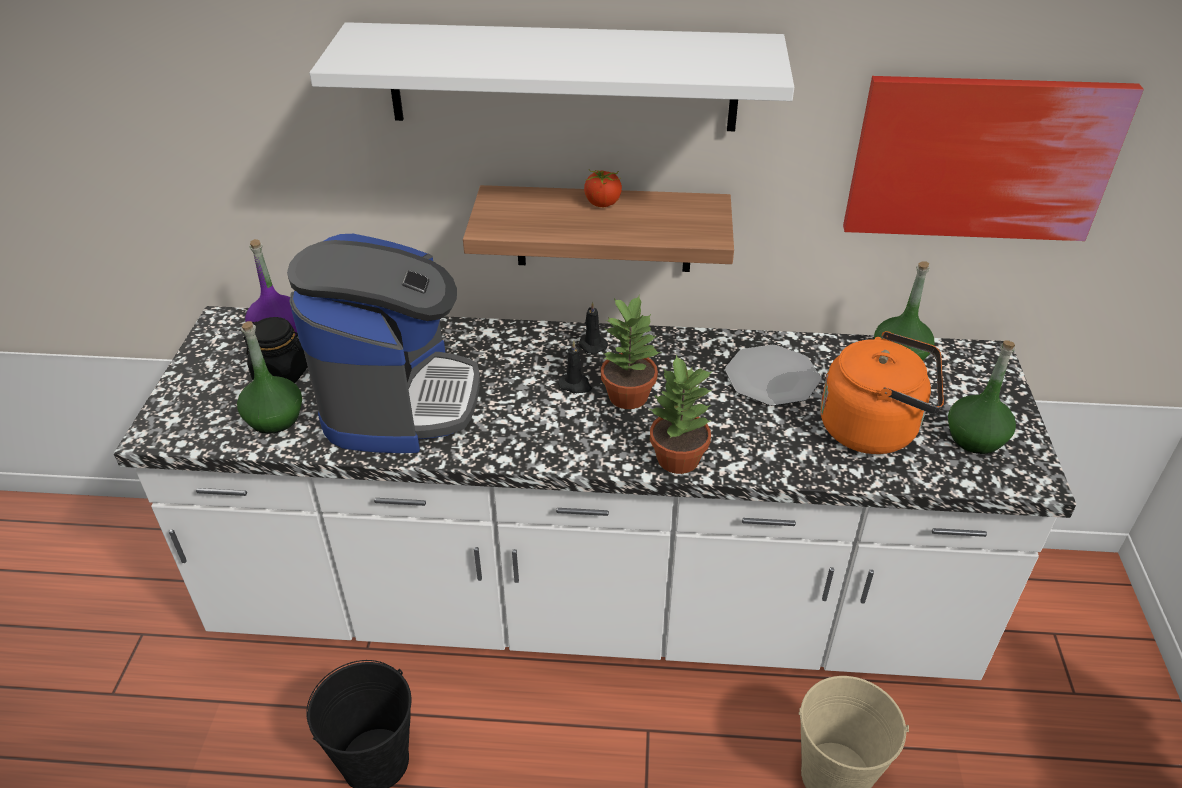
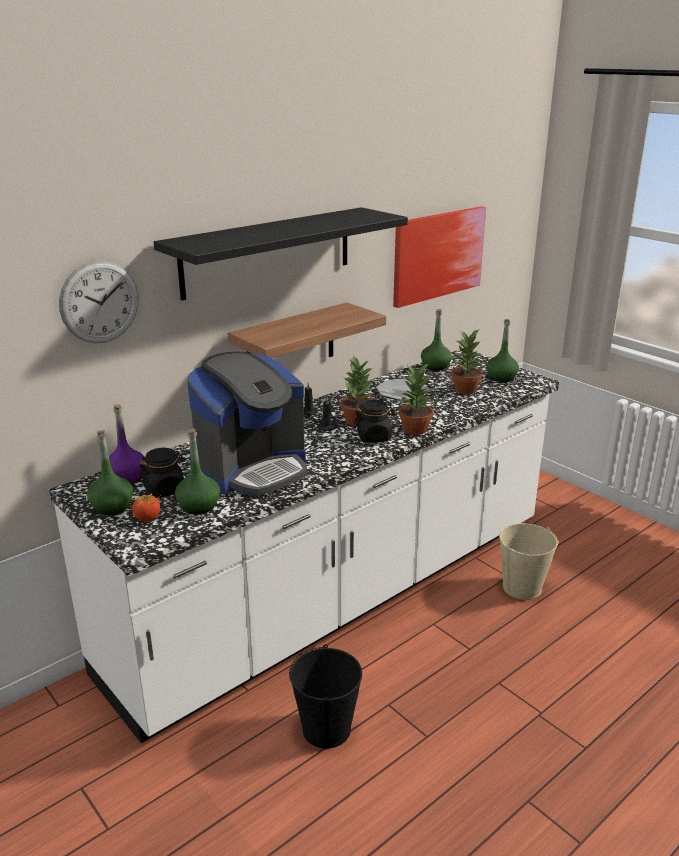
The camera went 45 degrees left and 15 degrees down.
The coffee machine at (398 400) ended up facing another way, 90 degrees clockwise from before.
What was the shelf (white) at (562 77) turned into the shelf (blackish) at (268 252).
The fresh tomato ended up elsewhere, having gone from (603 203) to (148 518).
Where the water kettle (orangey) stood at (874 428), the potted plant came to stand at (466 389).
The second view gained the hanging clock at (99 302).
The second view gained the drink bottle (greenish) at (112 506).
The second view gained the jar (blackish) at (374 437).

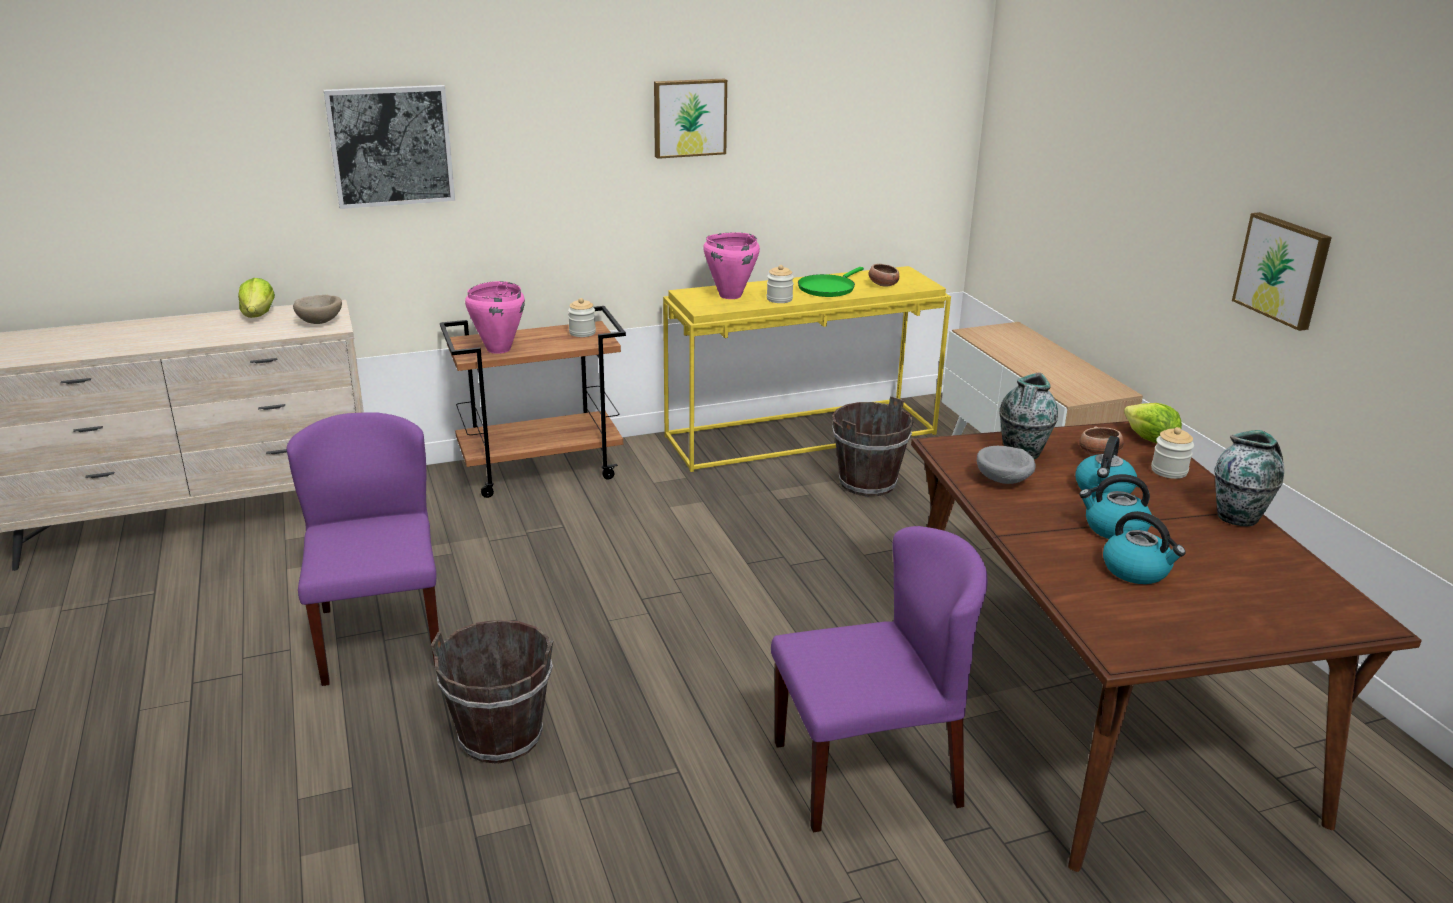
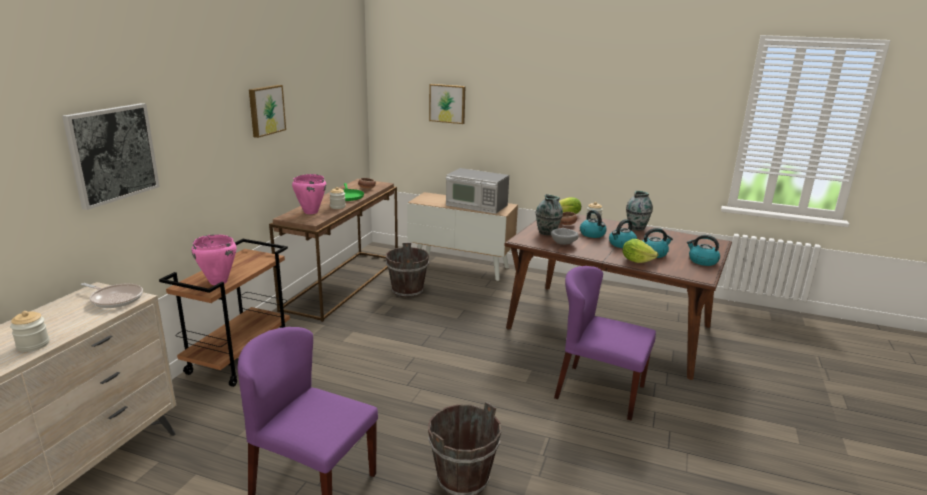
The camera went 50 degrees left and 5 degrees down.
The lettuce head ended up elsewhere, having gone from (259 315) to (636 261).
Where the serving bowl (beige-coloured) stood at (320 321), the skillet came to stand at (115 299).
The jar ended up elsewhere, having gone from (582 333) to (33 345).
What was the hall table (yellow) at (802 434) turned into the hall table (brown) at (343 283).
The upright chair (purple) at (867 772) ended up facing another way, 90 degrees counterclockwise from before.
The wall art ended up elsewhere, having gone from (1283 270) to (447 103).
The second view gained the microwave oven at (476 205).
The second view gained the water kettle at (702 261).

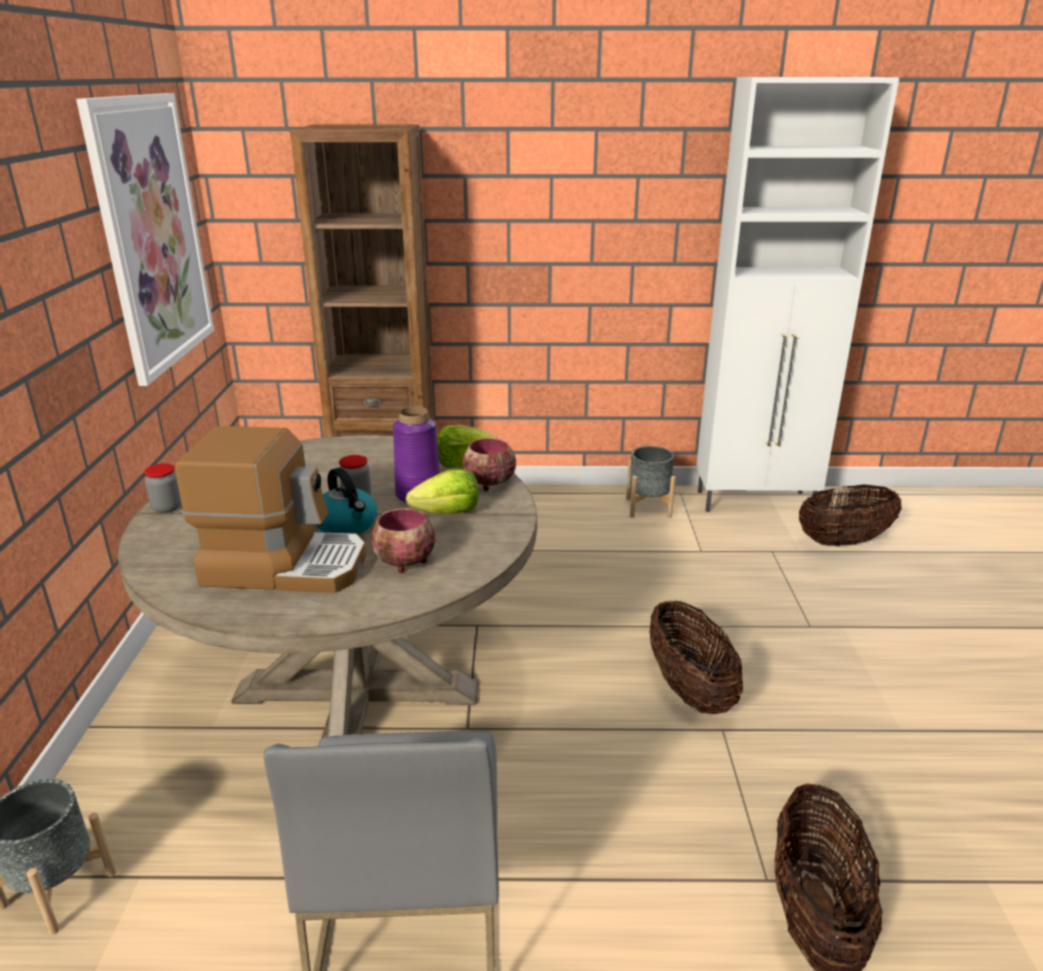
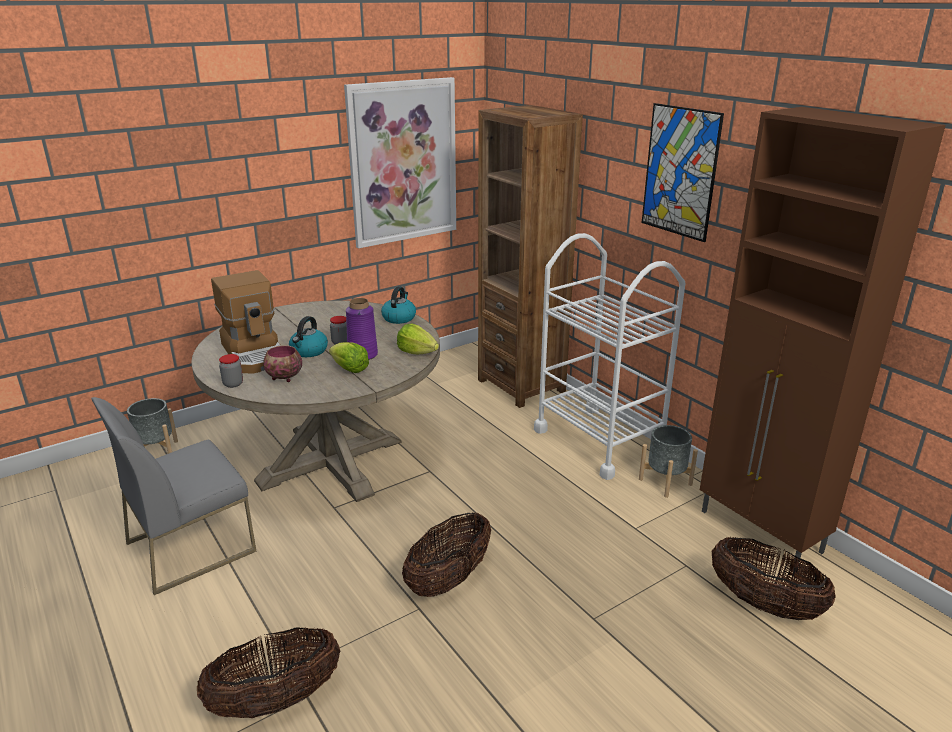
The camera went 55 degrees right and 0 degrees up.
The jar ended up elsewhere, having gone from (167 507) to (233 384).
The second view lost the serving bowl at (488 483).
What was the cabinet (white) at (756 502) turned into the cabinet (brown) at (761 532).
The second view gained the water kettle at (399 318).
The second view gained the cart (white) at (599 441).
The second view gained the wall art at (680 172).

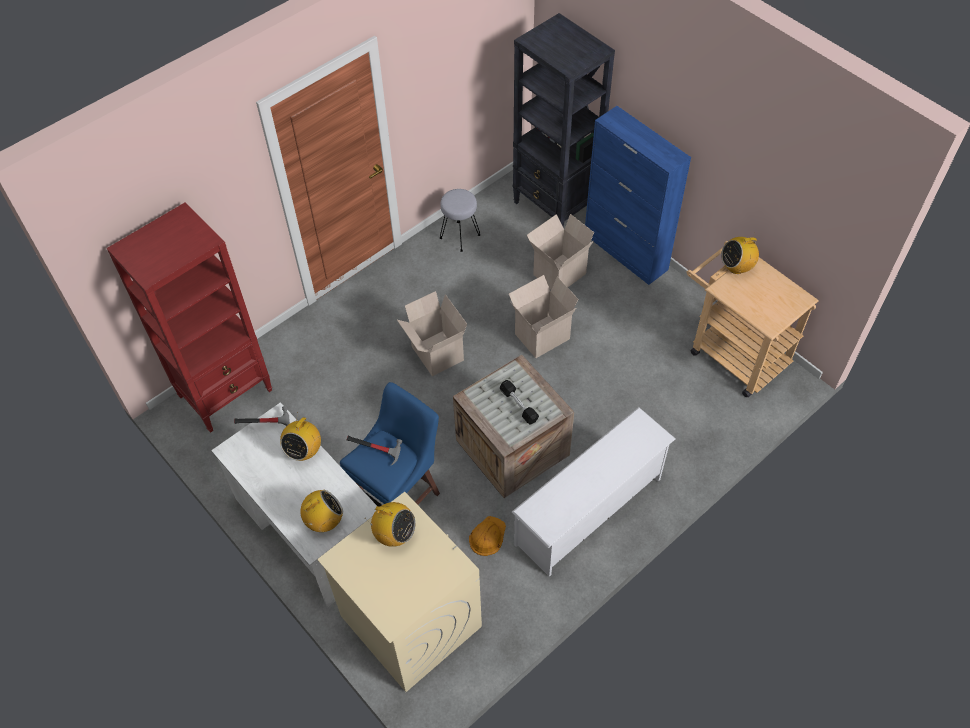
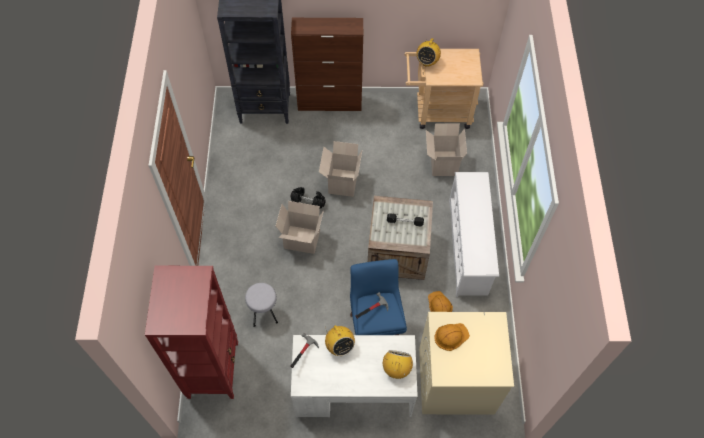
The camera went 50 degrees left and 5 degrees up.
Where the radio set stood at (394 534), the work helmet (orangey) came to stand at (451 336).
The sitting stool (grey) ended up elsewhere, having gone from (460 236) to (264 313).
The carton ended up elsewhere, having gone from (559 273) to (442 163).
What was the cabinet (blue-coloured) at (625 252) turned into the cabinet (brown) at (330 103).
The second view gained the hand weight (blackish) at (308 202).

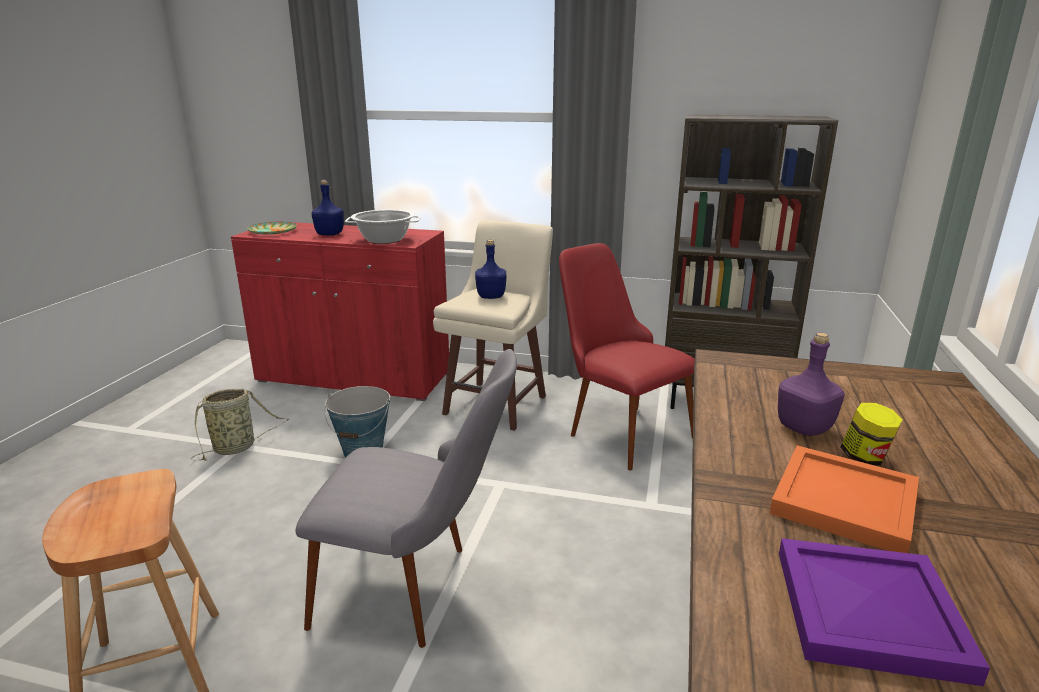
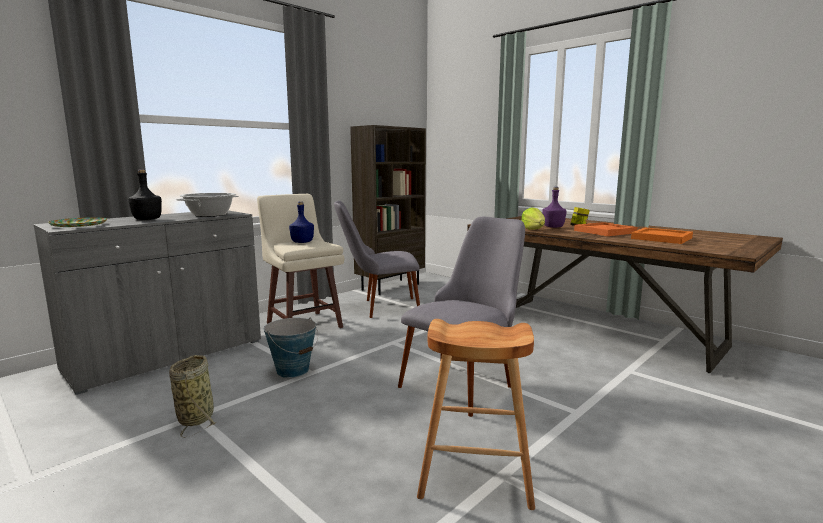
The camera went 60 degrees left and 10 degrees down.
What was the cabinet (reddish) at (354 377) turned into the cabinet (grey) at (167 356).
What was the drink bottle (blue-coloured) at (329 234) turned into the drink bottle (blackish) at (146 219).
What was the upright chair (reddish) at (617 428) turned into the upright chair (grey) at (380 308).
What was the serving tray (purple) at (866 613) turned into the serving tray (orangey) at (662 238).
The second view gained the lettuce head at (533 229).

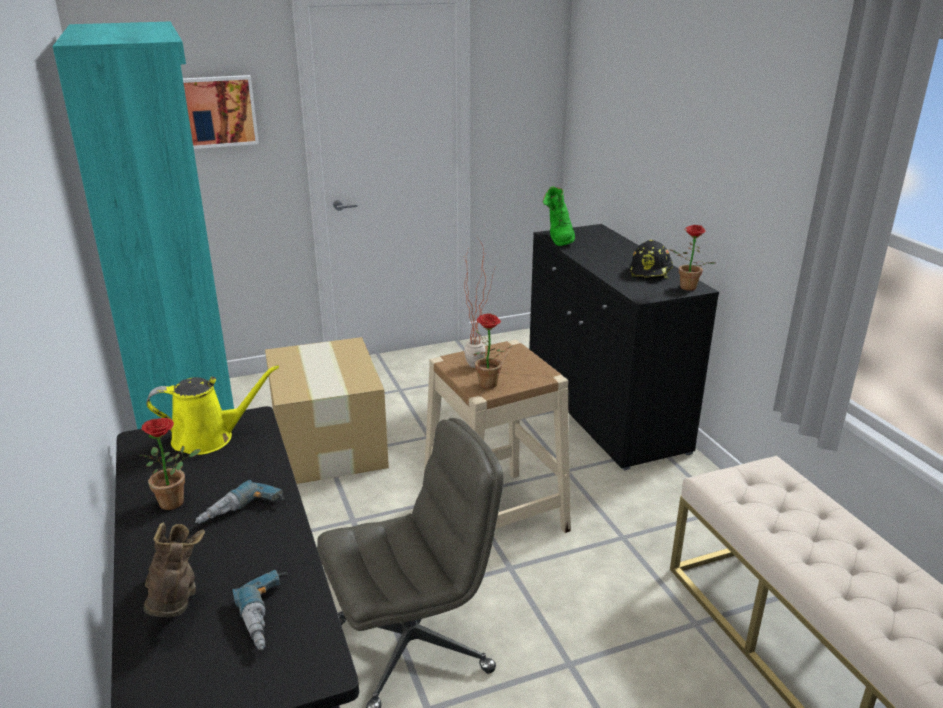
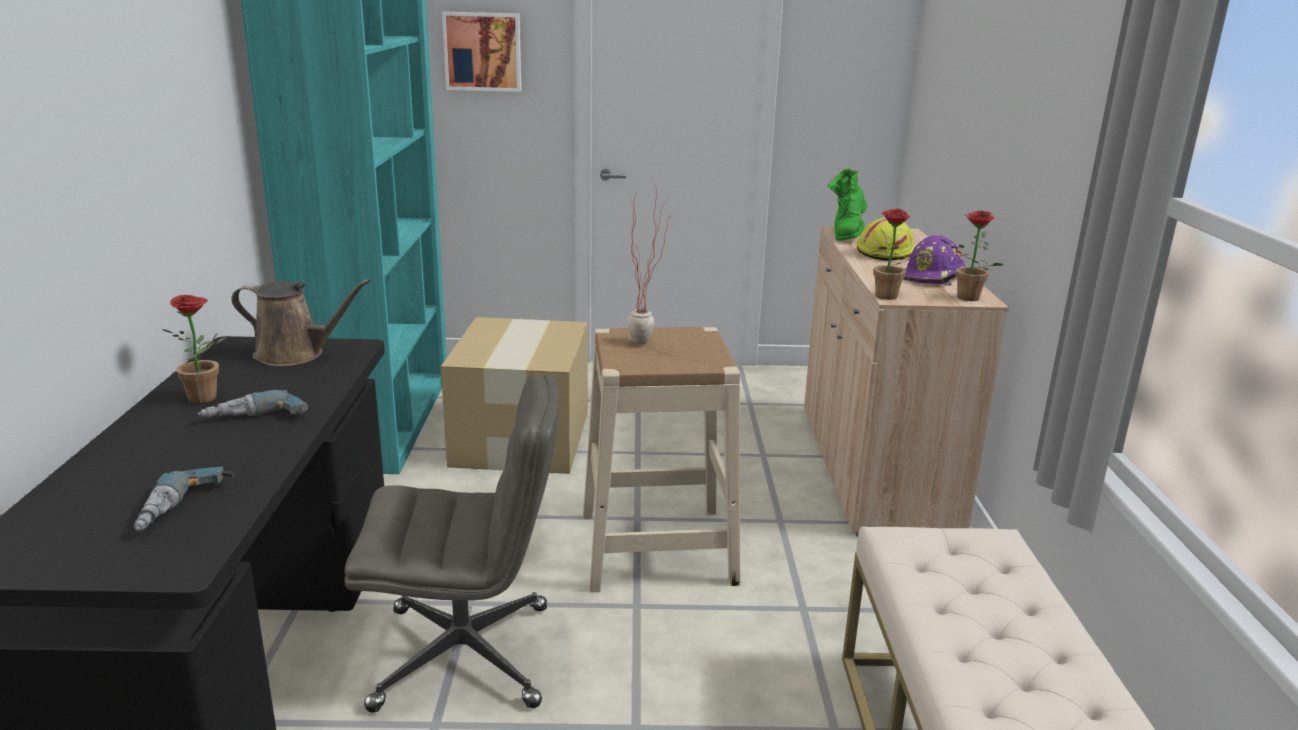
The camera went 20 degrees right and 5 degrees down.
The second view lost the high-top boot (brown) at (177 605).
What was the watering can (yellow) at (209 438) turned into the watering can (brown) at (295 354).
The potted plant ended up elsewhere, having gone from (488 386) to (886 298).
What was the cabinet (blackish) at (603 410) turned into the cabinet (beige-coloured) at (874 467).
What was the work helmet (blackish) at (651 272) turned into the work helmet (purple) at (933 277).
The second view gained the work helmet (yellow) at (885 253).

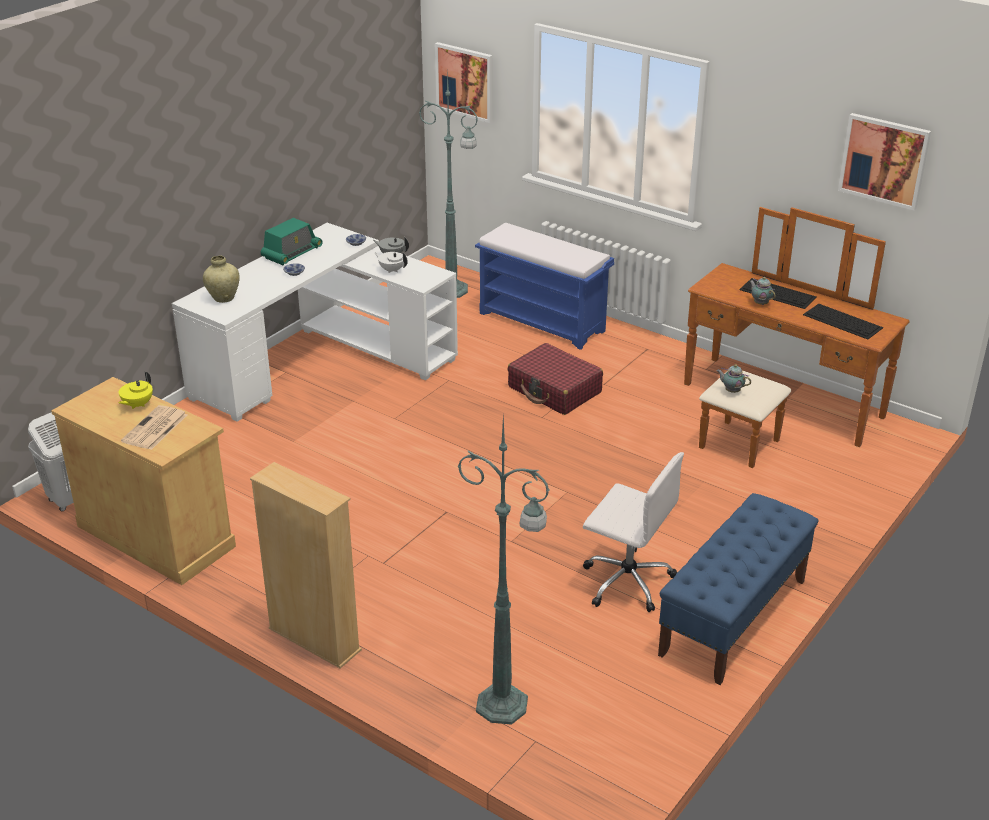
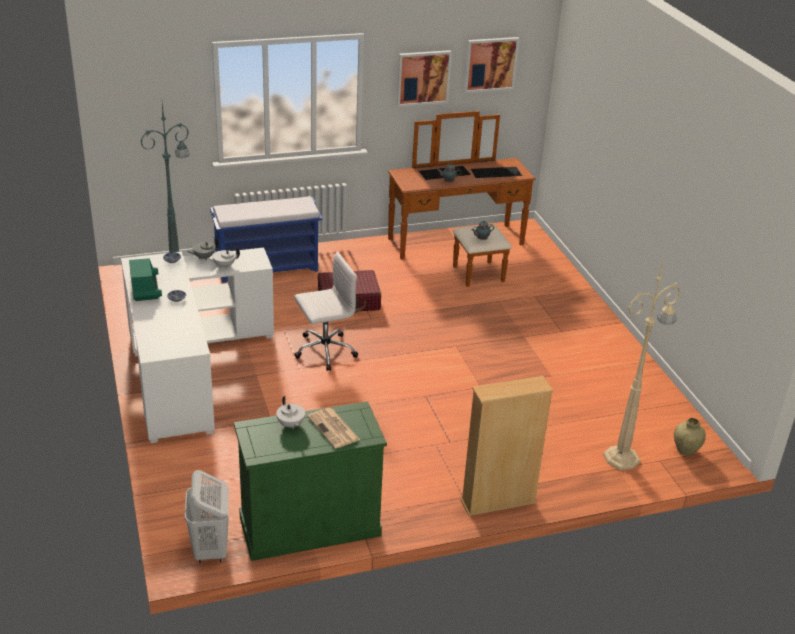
The camera went 55 degrees left and 0 degrees up.
What was the cabinet (beige-coloured) at (156 536) turned into the cabinet (greenish) at (309 526).
What was the pot for tea (yellow) at (137 405) turned into the pot for tea (white) at (290 425).
The flower vase (beige-coloured) ended up elsewhere, having gone from (223 298) to (685 450).
The wall art ended up elsewhere, having gone from (465 82) to (423 78).
What was the standing lamp (greenish) at (504 706) turned into the standing lamp (beige-coloured) at (623 457).
The office chair (white) ended up elsewhere, having gone from (626 580) to (324 351).
The second view lost the long seat (blue-coloured) at (733 617).

